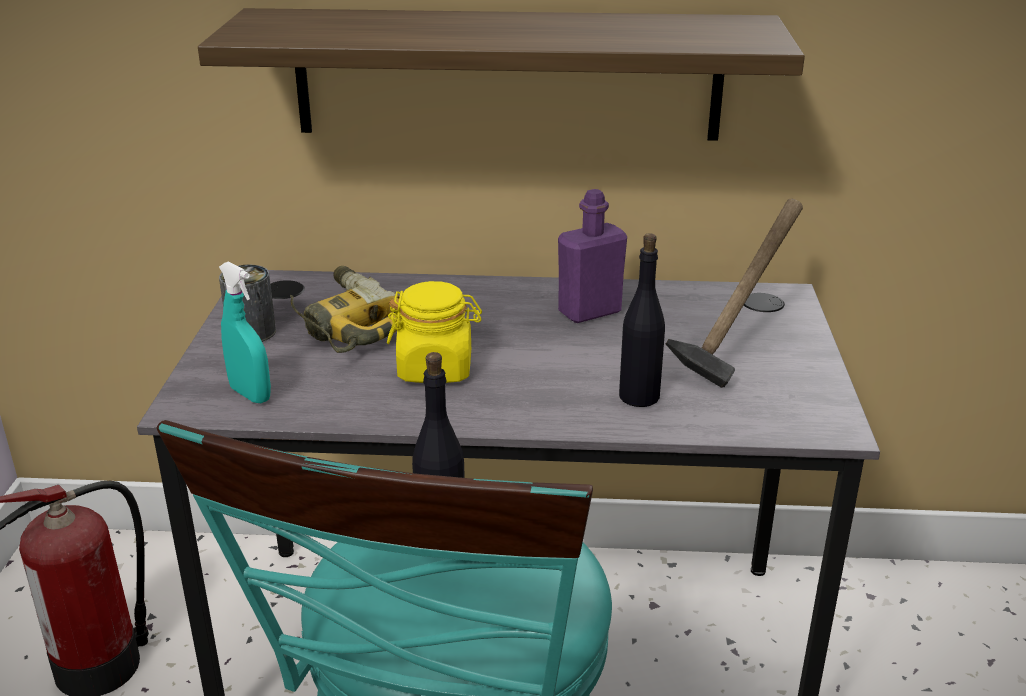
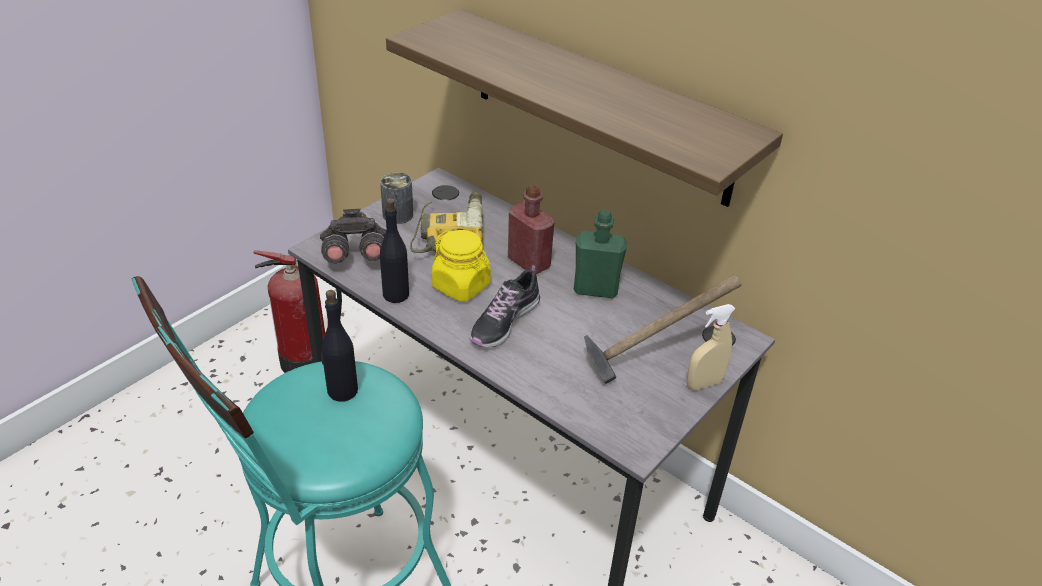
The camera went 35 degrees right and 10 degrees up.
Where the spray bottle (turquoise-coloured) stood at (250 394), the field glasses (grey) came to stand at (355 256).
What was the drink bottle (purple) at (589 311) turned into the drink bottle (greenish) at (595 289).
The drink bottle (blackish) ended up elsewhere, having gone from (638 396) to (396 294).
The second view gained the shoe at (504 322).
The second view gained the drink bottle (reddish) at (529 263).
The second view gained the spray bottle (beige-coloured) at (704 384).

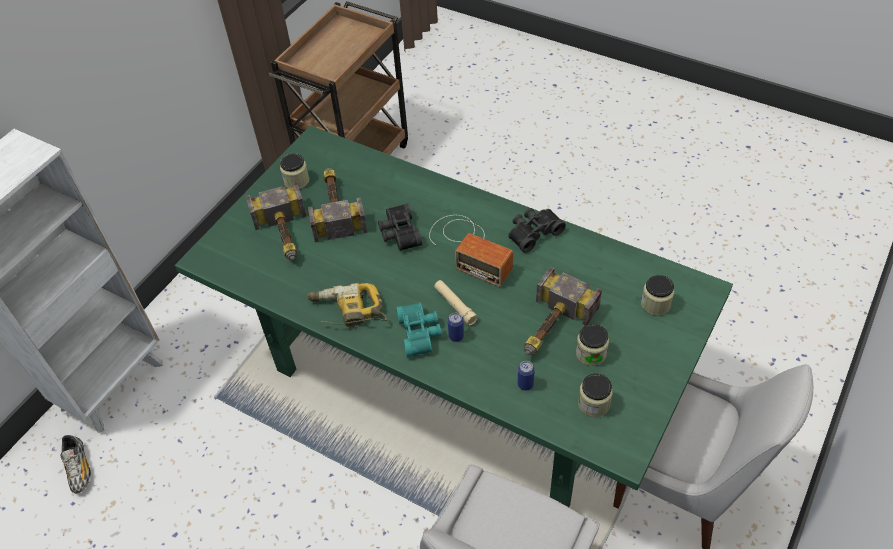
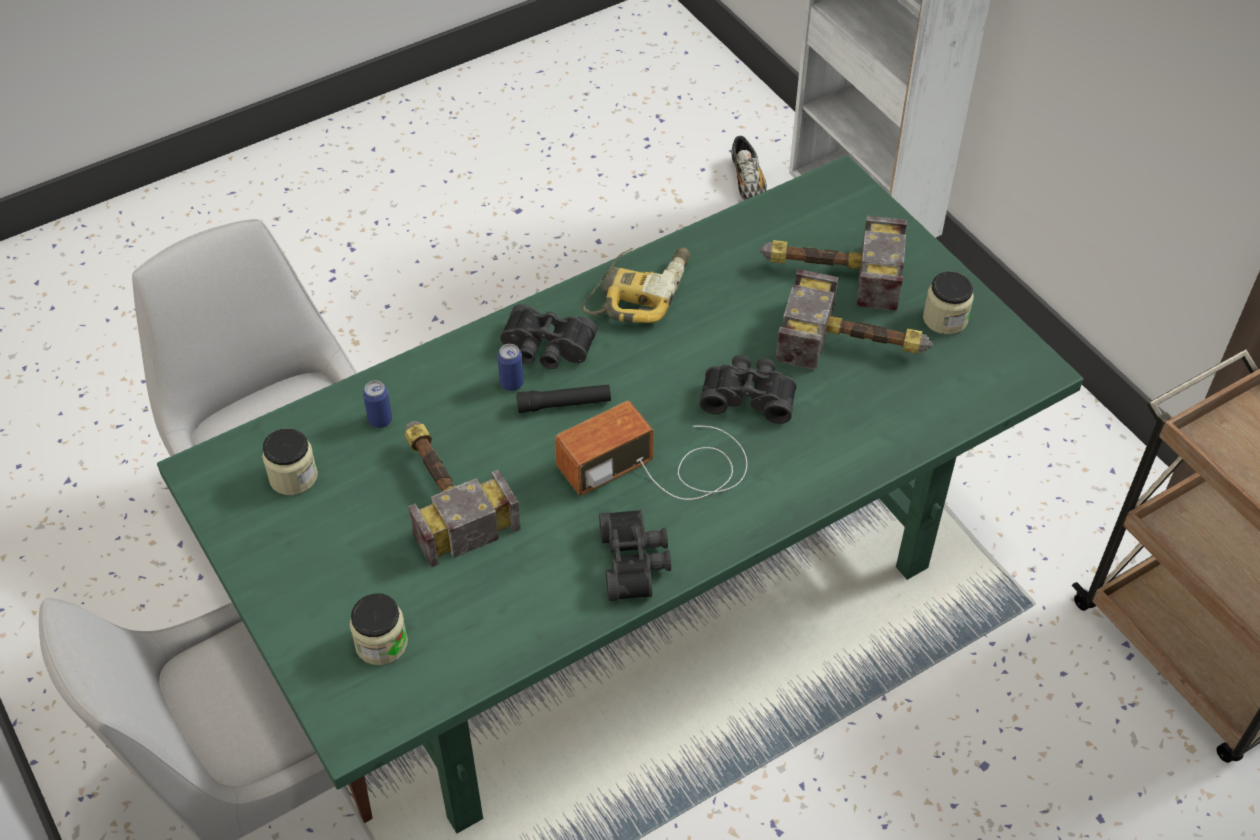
The camera went 115 degrees right and 0 degrees up.
The shoe at (79 468) ended up facing another way, 105 degrees counterclockwise from before.
What was the field glasses (turquoise-coloured) at (420 333) turned into the field glasses (blackish) at (546 349).
What was the hand torch (beige-coloured) at (455 305) turned into the hand torch (blackish) at (564 404).
The second view lost the jar at (591 353).

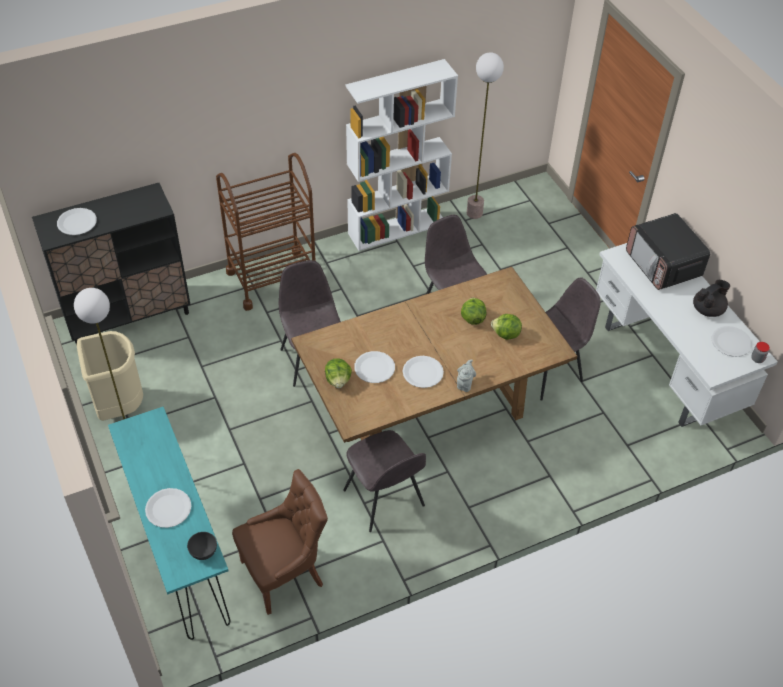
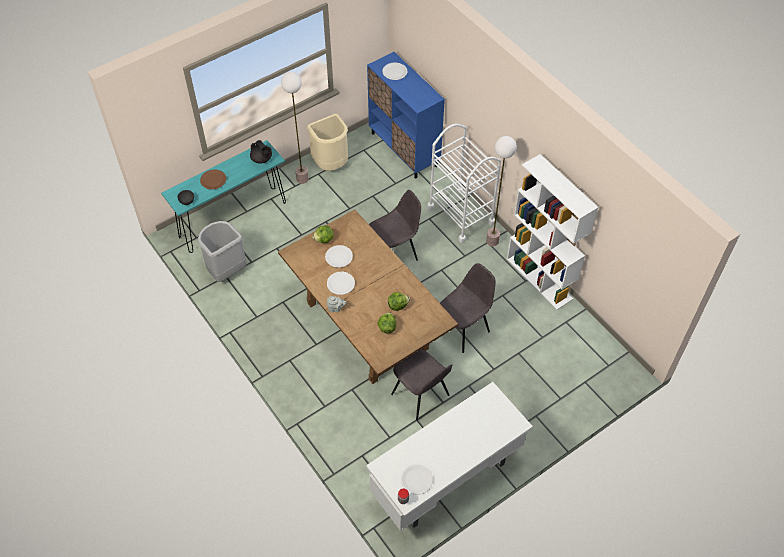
The camera went 80 degrees right and 5 degrees up.
What was the cabinet (blackish) at (129 316) turned into the cabinet (blue-coloured) at (404 149).
What was the plate (white) at (168 508) turned into the plate (brown) at (213 180).
What was the cart (brown) at (272 279) turned into the cart (white) at (461 215).
Where the upright chair (brown) stood at (284 573), the rubbish bin (grey) came to stand at (226 271).
The second view lost the upright chair (grey) at (385 500).
The standing lamp ended up elsewhere, having gone from (474 213) to (492 241).
The second view lost the microwave oven at (663 265).
The pot for tea (blackish) ended up elsewhere, having gone from (708 309) to (262 159).

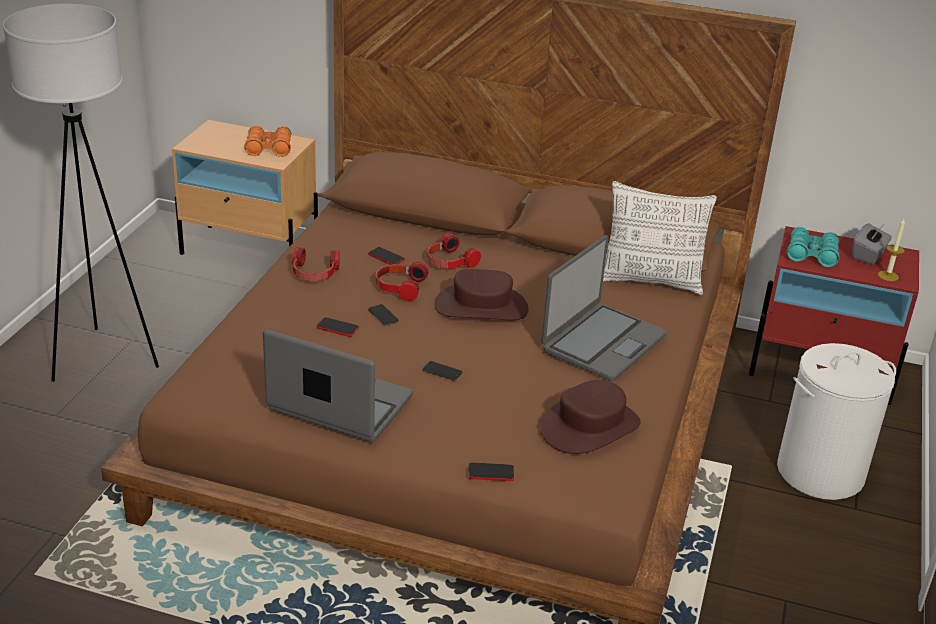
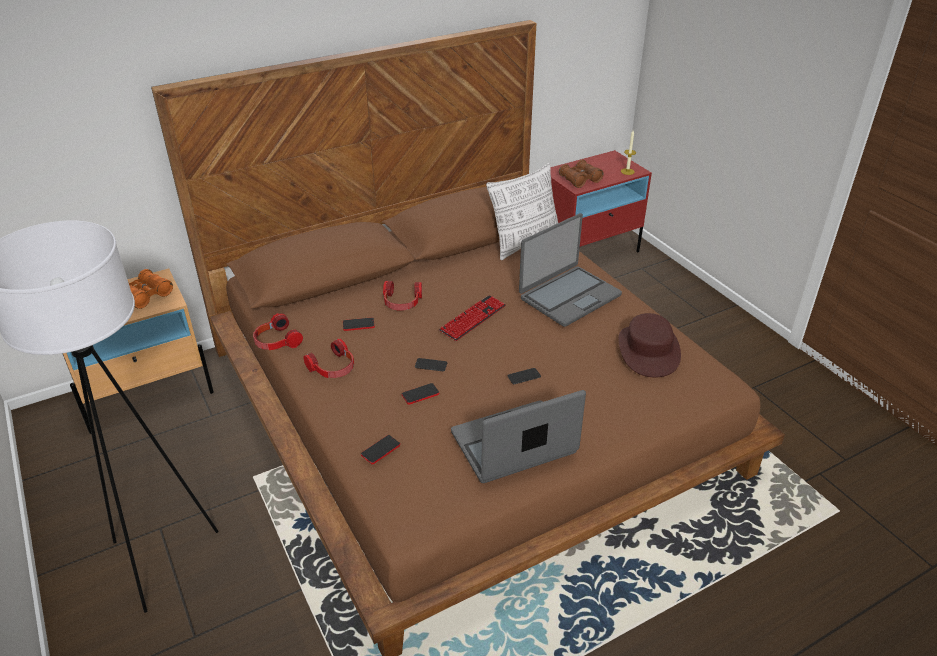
The camera went 45 degrees left and 5 degrees up.
The pair of headphones ended up elsewhere, having gone from (399 288) to (276 341).
Where the hat (brown) stood at (481 306), the computer keyboard came to stand at (473 319).
The phone ended up elsewhere, having gone from (491 473) to (380 450).
The notebook computer at (602 343) ended up facing another way, 60 degrees clockwise from before.
The second view lost the washing basket (white) at (820 472).
What was the field glasses (turquoise-coloured) at (811 255) turned into the field glasses (brown) at (580 179).
The second view lost the tissue holder (grey) at (868 255).

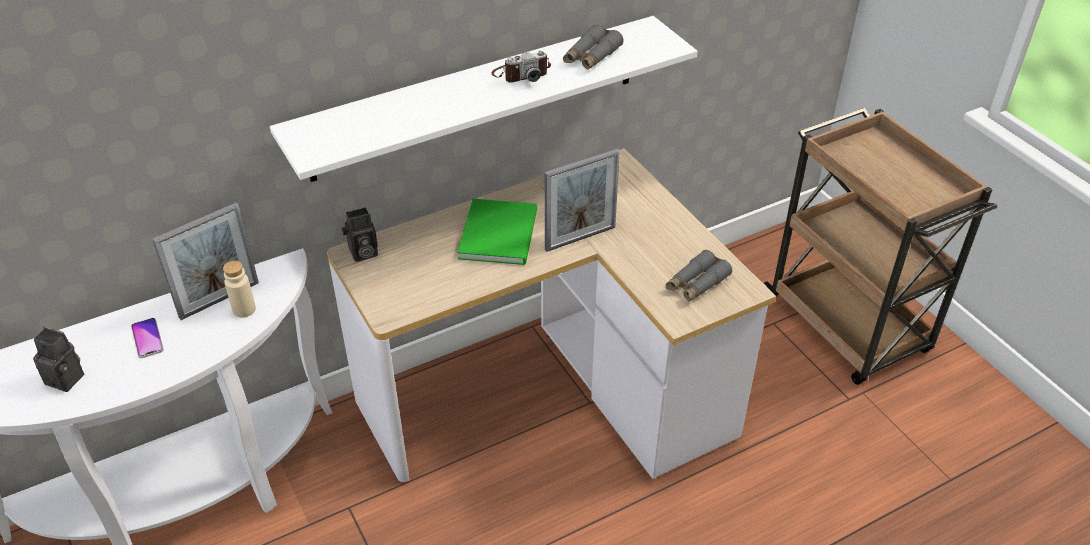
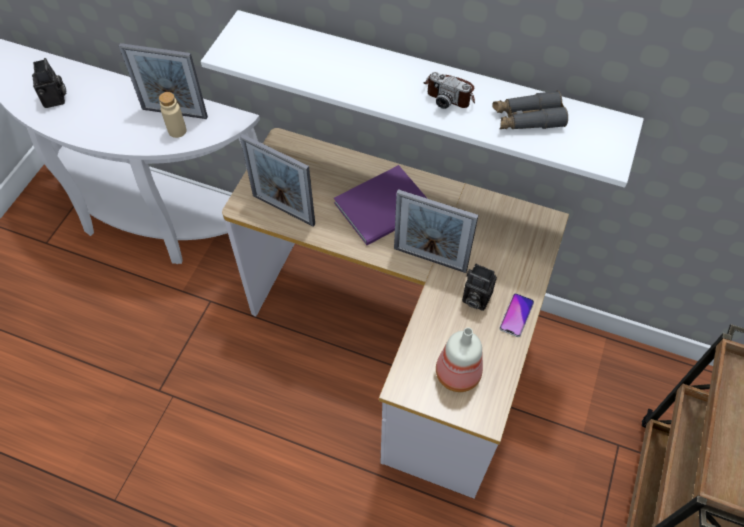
The camera went 50 degrees right and 15 degrees up.
The phone ended up elsewhere, having gone from (147 338) to (516 315).
The still camera ended up elsewhere, having gone from (362 253) to (474 298).
What was the bound book (greenish) at (501 232) turned into the bound book (purple) at (386 207).
Where the field glasses (grey) stood at (696 283), the drink bottle came to stand at (456 372).
The second view gained the photo frame at (283 209).

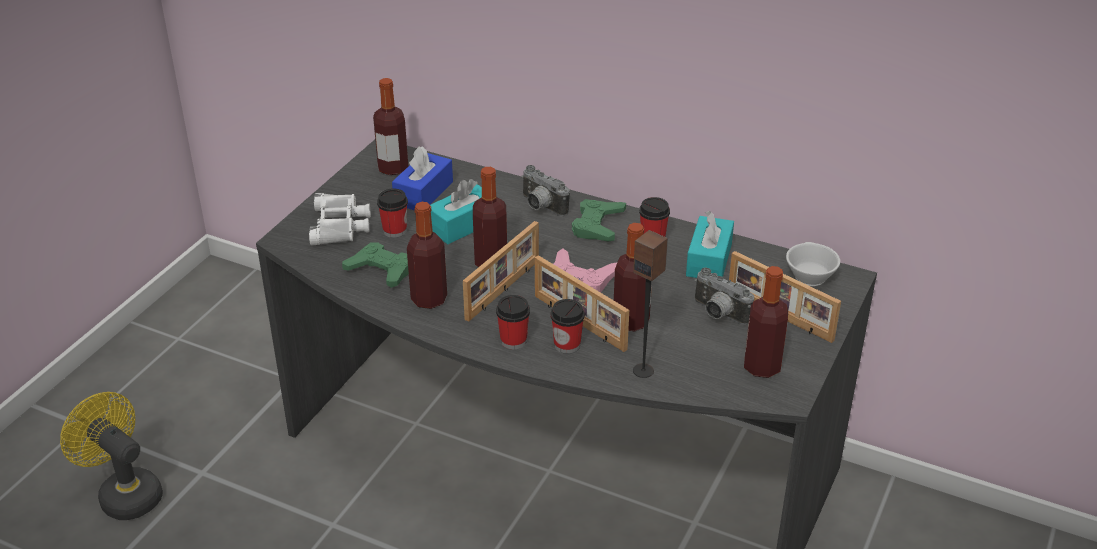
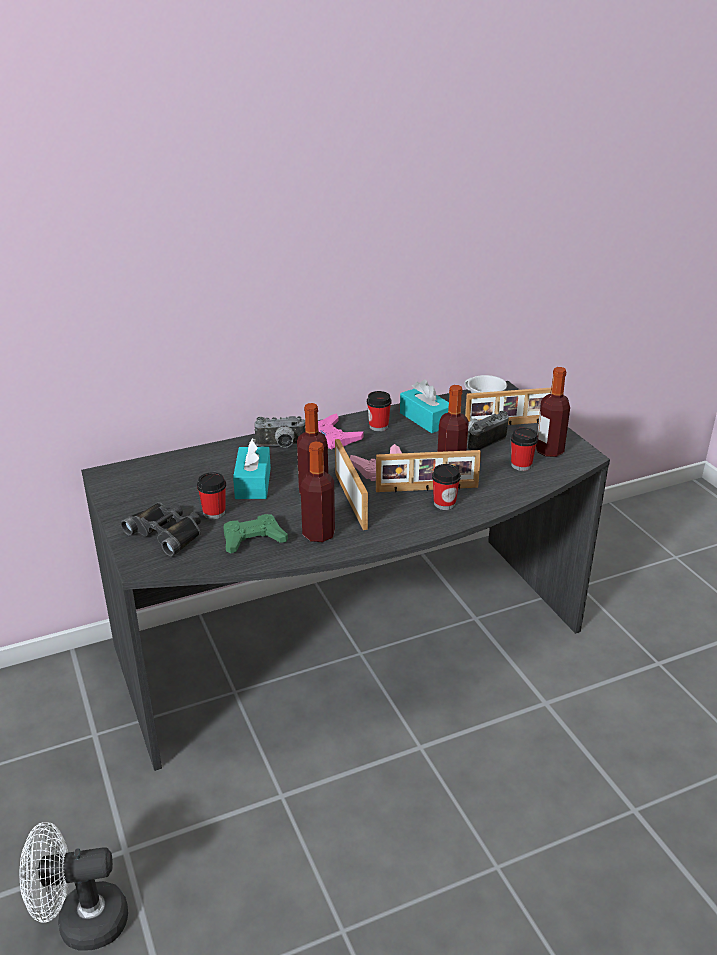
The camera went 50 degrees left and 5 degrees down.
What was the cooling fan (yellow) at (124 493) turned into the cooling fan (white) at (81 922).
What was the field glasses (white) at (340 225) turned into the field glasses (blackish) at (167 533).
The second view lost the drink bottle at (393 168).
The second view lost the tissue holder (blue-coloured) at (423 193).
The cup ended up elsewhere, having gone from (513 341) to (521 465).
What was the game controller (greenish) at (597 225) turned into the game controller (pink) at (334 436).
The second view lost the speaker at (643 370).
The still camera at (717 314) ended up facing another way, 150 degrees clockwise from before.

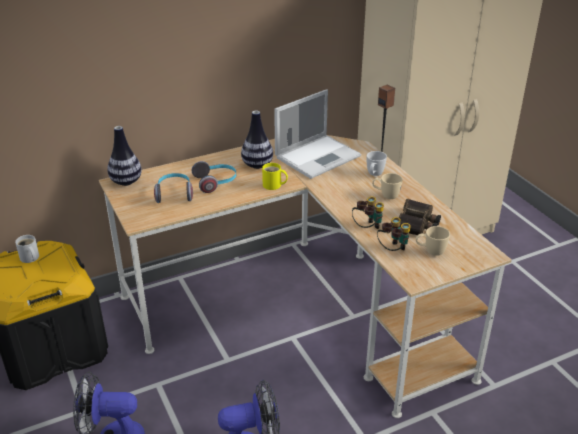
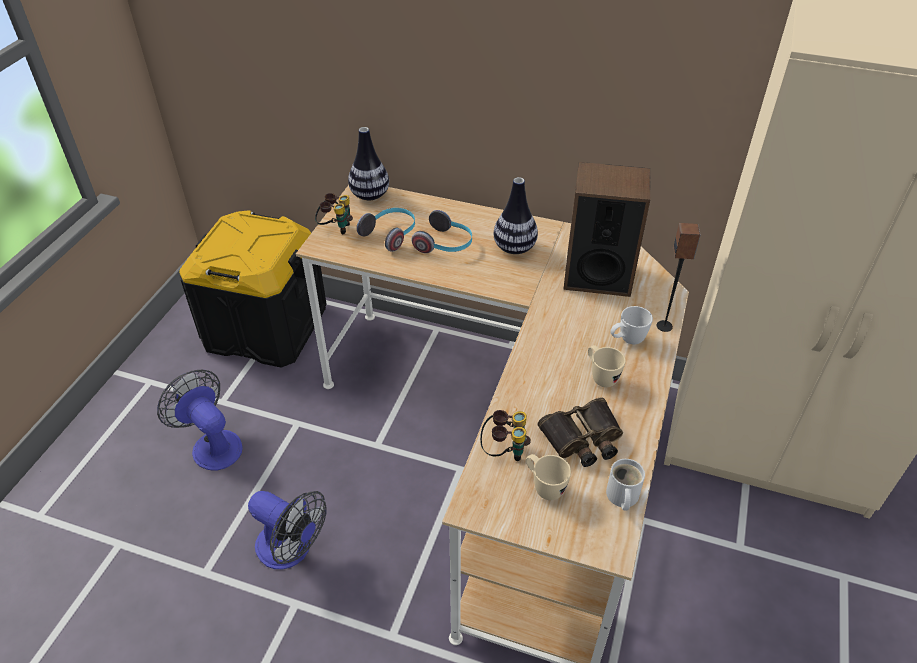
The camera went 45 degrees right and 10 degrees up.
The coffee mug (white) ended up elsewhere, having gone from (29 258) to (621 496).
The second view lost the coffee mug (yellow) at (273 185).
Where the notebook computer stood at (319 156), the speaker came to stand at (597 276).
The field glasses ended up elsewhere, having gone from (367 227) to (336 228).

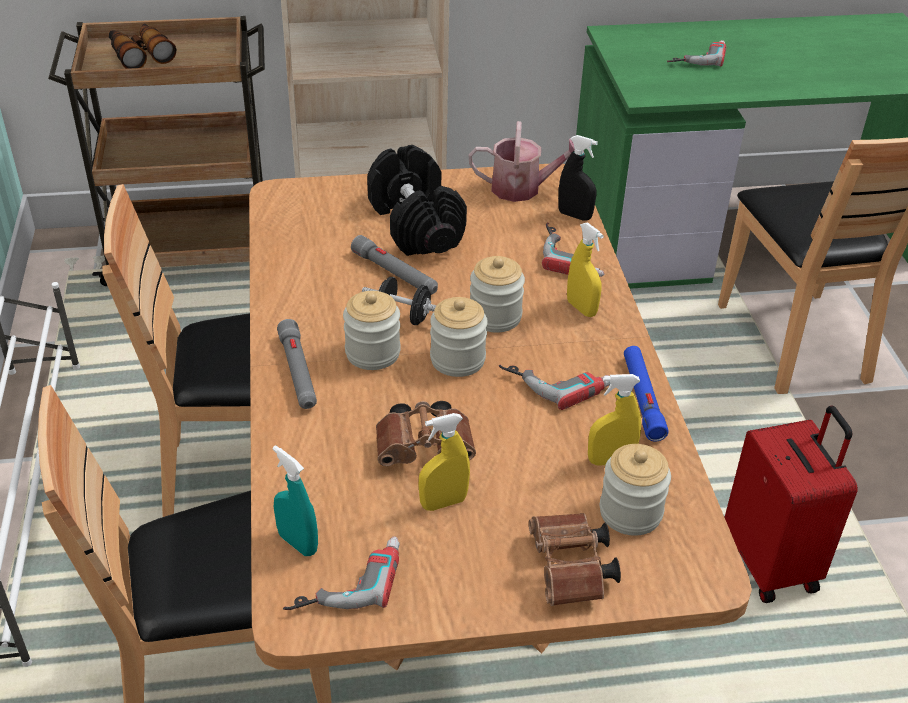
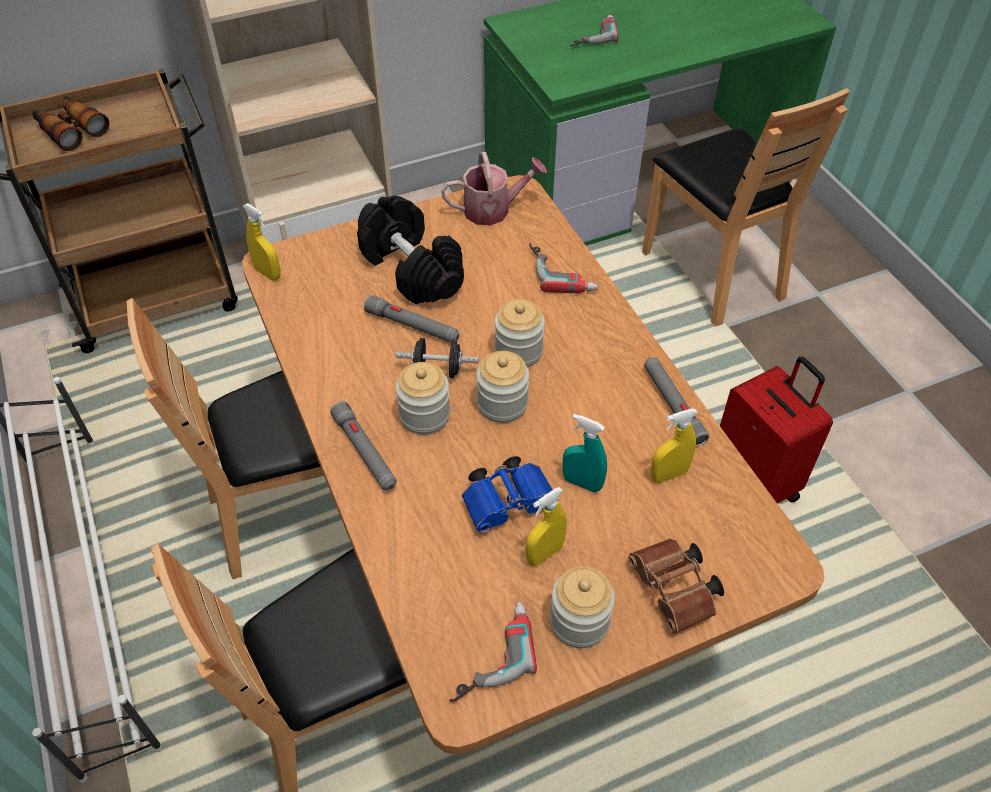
The camera went 15 degrees left and 10 degrees up.
The spray bottle (turquoise-coloured) ended up elsewhere, having gone from (298 543) to (582 483).
What was the field glasses (brown) at (427 448) turned into the field glasses (blue-coloured) at (510 502).
The second view lost the power drill at (557 380).
The second view lost the spray bottle (blackish) at (574 215).
The spray bottle (yellow) ended up elsewhere, having gone from (581 308) to (268 273).
The jar ended up elsewhere, having gone from (630 512) to (579 621).
What was the hand torch (blue-coloured) at (642 398) turned into the hand torch (grey) at (672 405).

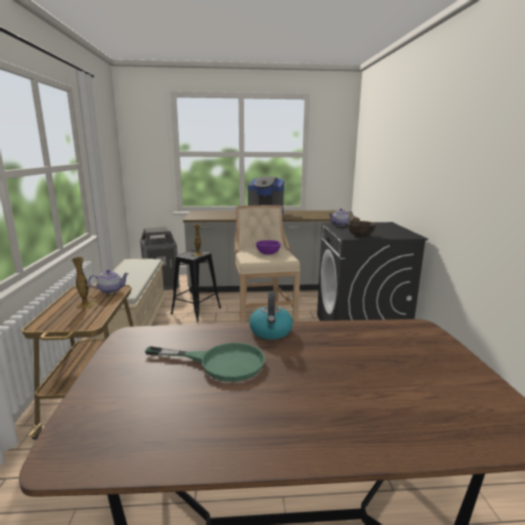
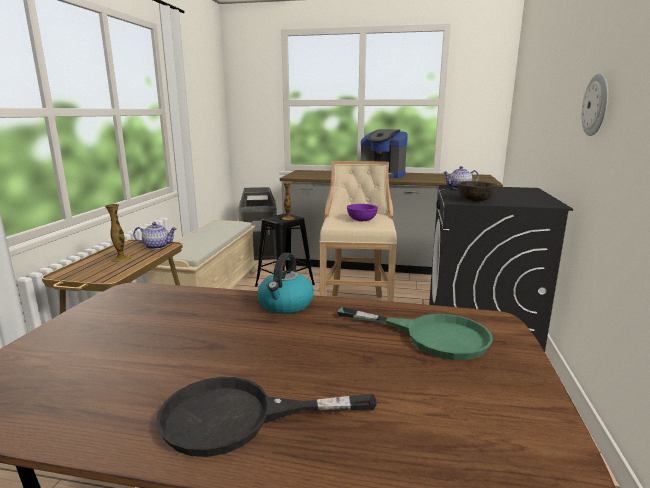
The camera went 15 degrees right and 0 degrees up.
The skillet (greenish) ended up elsewhere, having gone from (221 362) to (431 336).
The second view gained the skillet (blackish) at (238 418).
The second view gained the hanging clock at (596 105).

